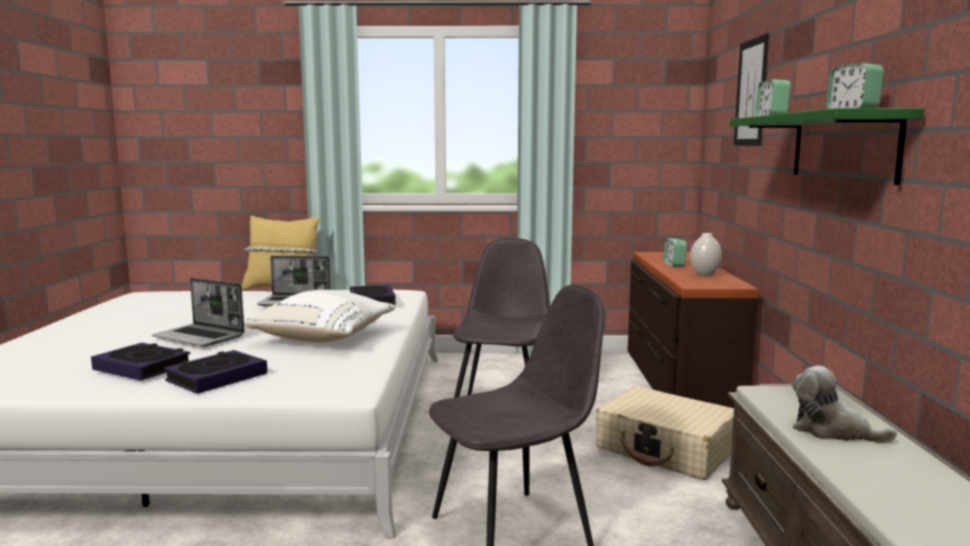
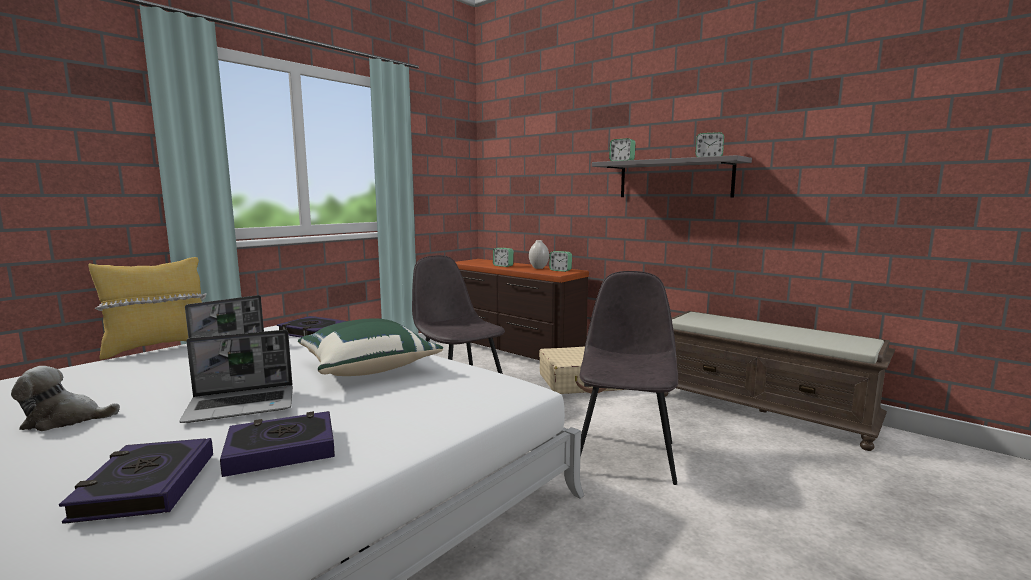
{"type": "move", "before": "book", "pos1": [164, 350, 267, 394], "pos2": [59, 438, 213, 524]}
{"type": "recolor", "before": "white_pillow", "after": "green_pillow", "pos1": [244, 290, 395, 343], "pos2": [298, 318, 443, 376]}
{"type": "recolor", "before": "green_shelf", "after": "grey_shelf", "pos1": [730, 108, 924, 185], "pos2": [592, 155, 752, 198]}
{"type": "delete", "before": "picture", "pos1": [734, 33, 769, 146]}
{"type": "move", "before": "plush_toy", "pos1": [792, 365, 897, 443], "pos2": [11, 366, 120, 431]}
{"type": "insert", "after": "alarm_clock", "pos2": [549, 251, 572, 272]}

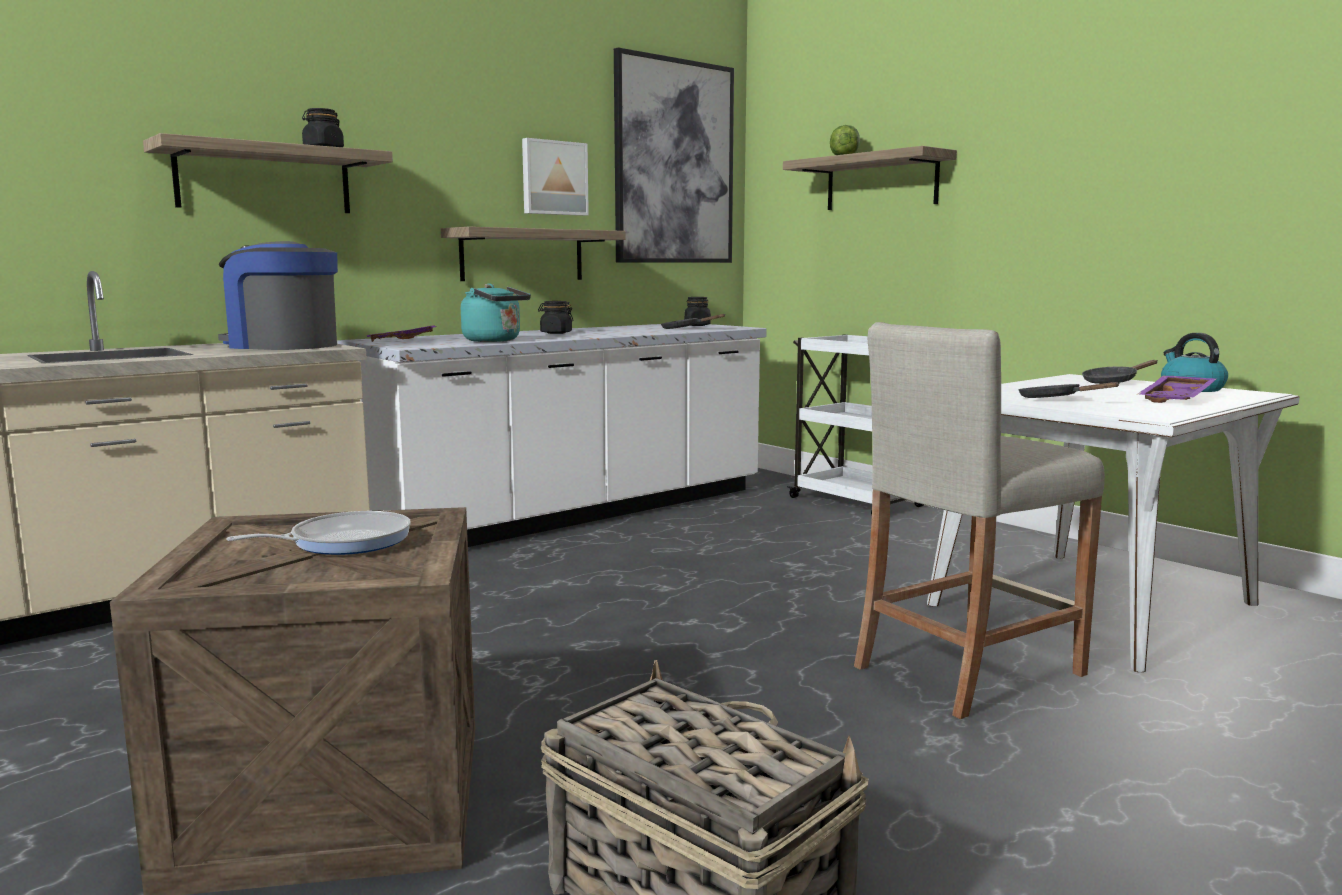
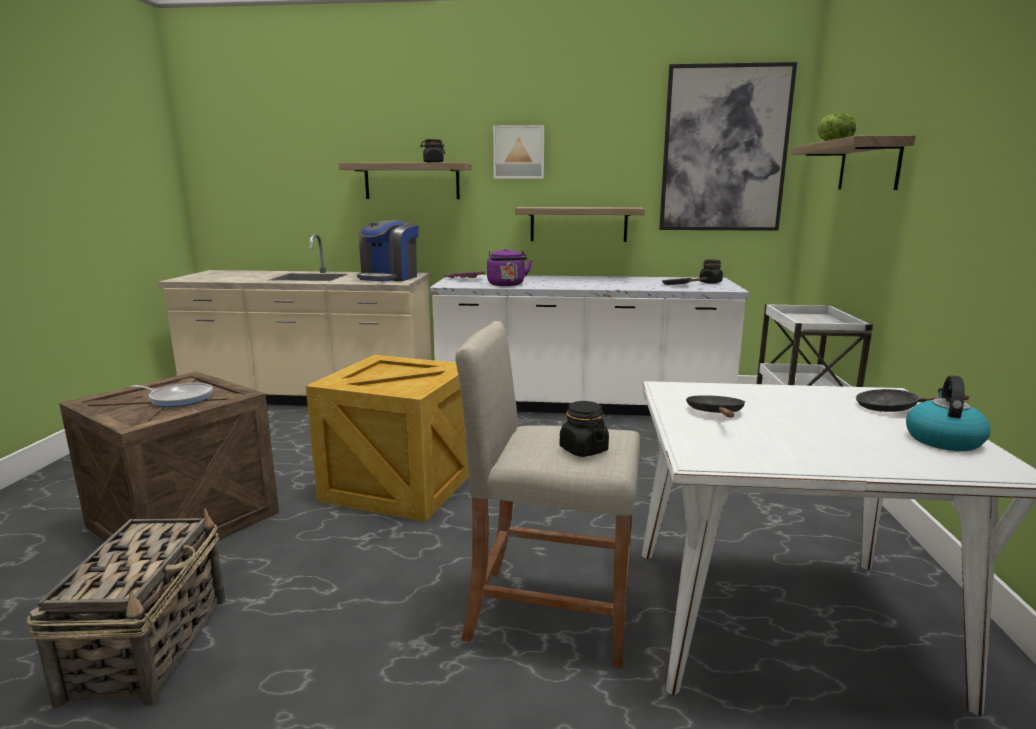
{"type": "rotate", "before": "coffee_machine", "pos1": [218, 241, 338, 350], "pos2": [357, 220, 419, 281], "turn": -135}
{"type": "recolor", "before": "turquoise_kettle", "after": "purple_kettle", "pos1": [461, 283, 531, 342], "pos2": [487, 248, 532, 286]}
{"type": "move", "before": "picture", "pos1": [522, 138, 589, 216], "pos2": [493, 125, 544, 179]}
{"type": "move", "before": "black_jar", "pos1": [538, 301, 573, 334], "pos2": [560, 401, 609, 457]}
{"type": "delete", "before": "purple_tray", "pos1": [1138, 376, 1216, 403]}
{"type": "insert", "after": "crate", "pos2": [306, 355, 469, 522]}

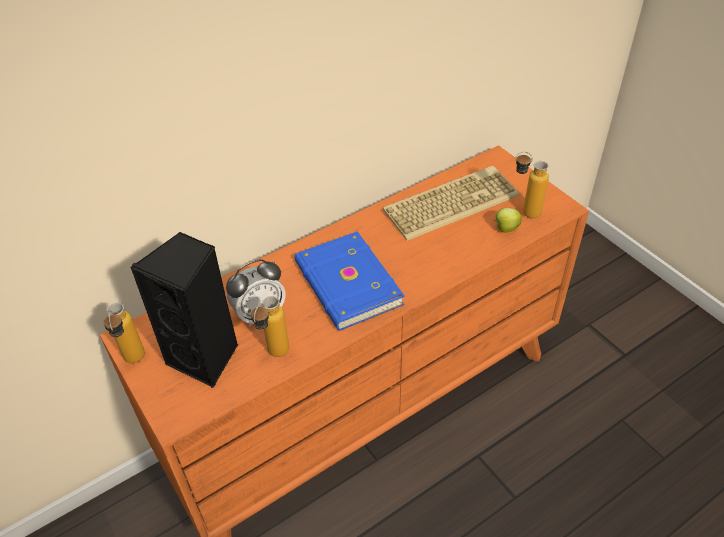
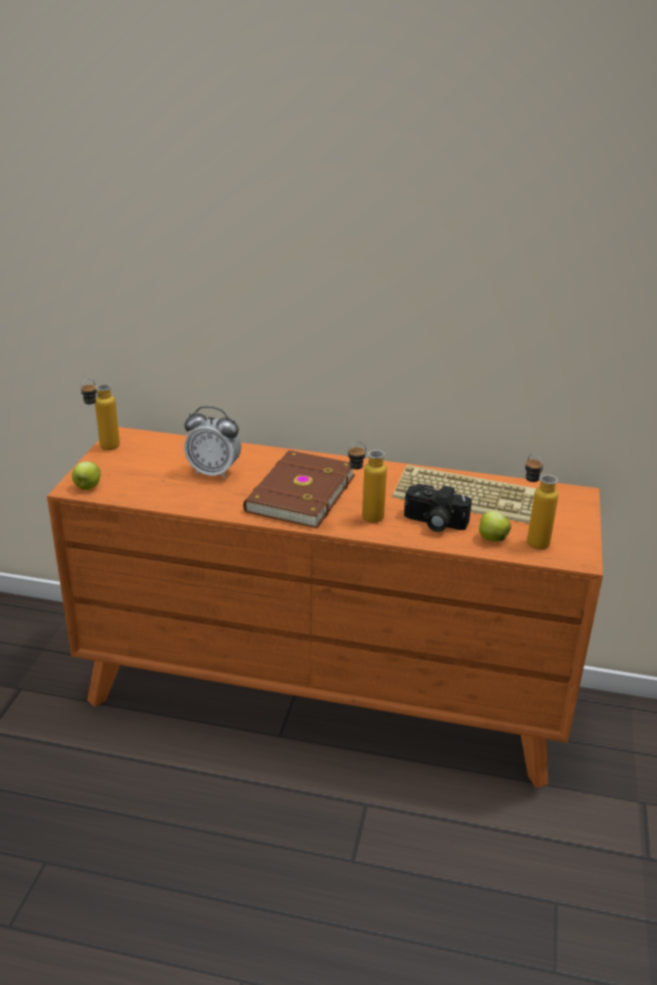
{"type": "delete", "before": "black_speaker", "pos1": [130, 232, 238, 388]}
{"type": "move", "before": "bottle", "pos1": [251, 296, 289, 357], "pos2": [347, 442, 387, 523]}
{"type": "recolor", "before": "blue_book", "after": "brown_book", "pos1": [294, 231, 404, 331], "pos2": [243, 450, 355, 528]}
{"type": "insert", "after": "apple", "pos2": [72, 462, 100, 490]}
{"type": "insert", "after": "photo_camera", "pos2": [404, 484, 472, 532]}

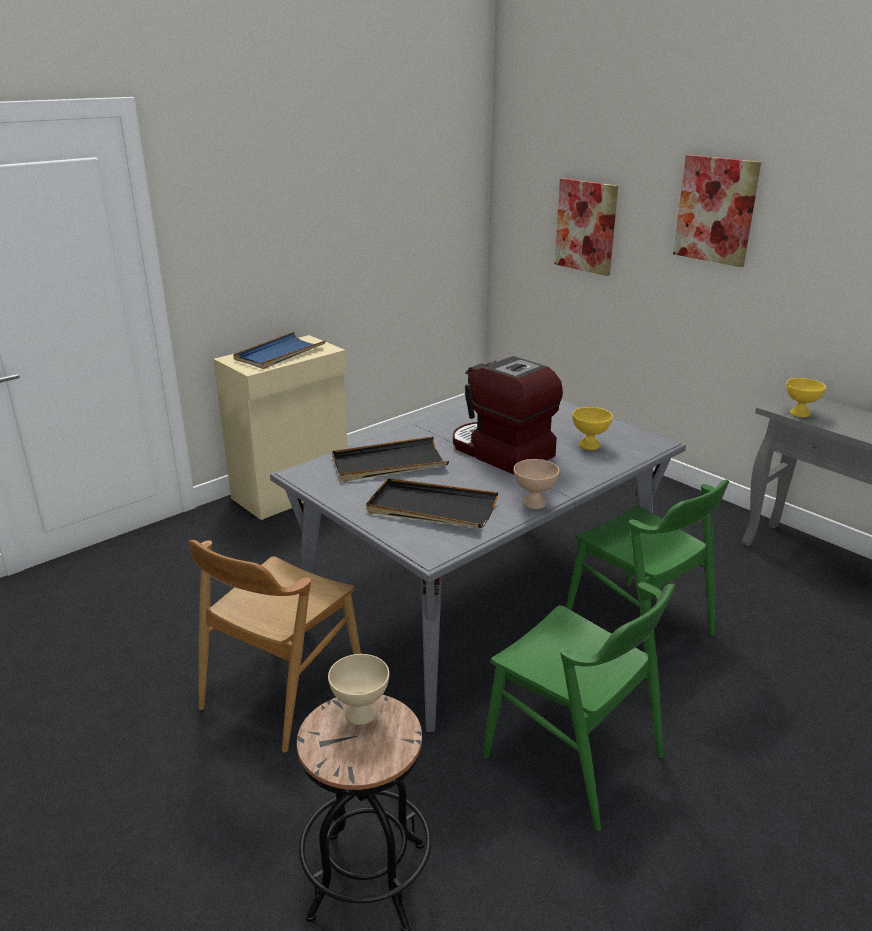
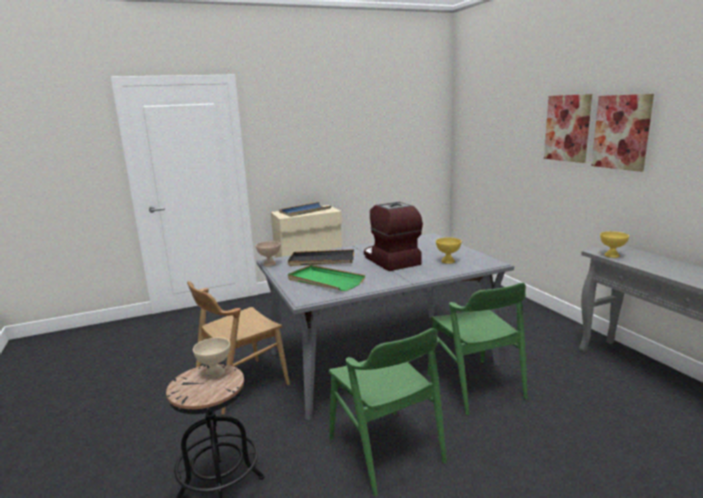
{"type": "recolor", "before": "black_tray", "after": "green_tray", "pos1": [366, 478, 498, 528], "pos2": [288, 265, 365, 291]}
{"type": "move", "before": "beige_bowl", "pos1": [514, 459, 559, 509], "pos2": [256, 241, 280, 267]}
{"type": "move", "before": "picture", "pos1": [554, 178, 618, 276], "pos2": [591, 94, 654, 172]}

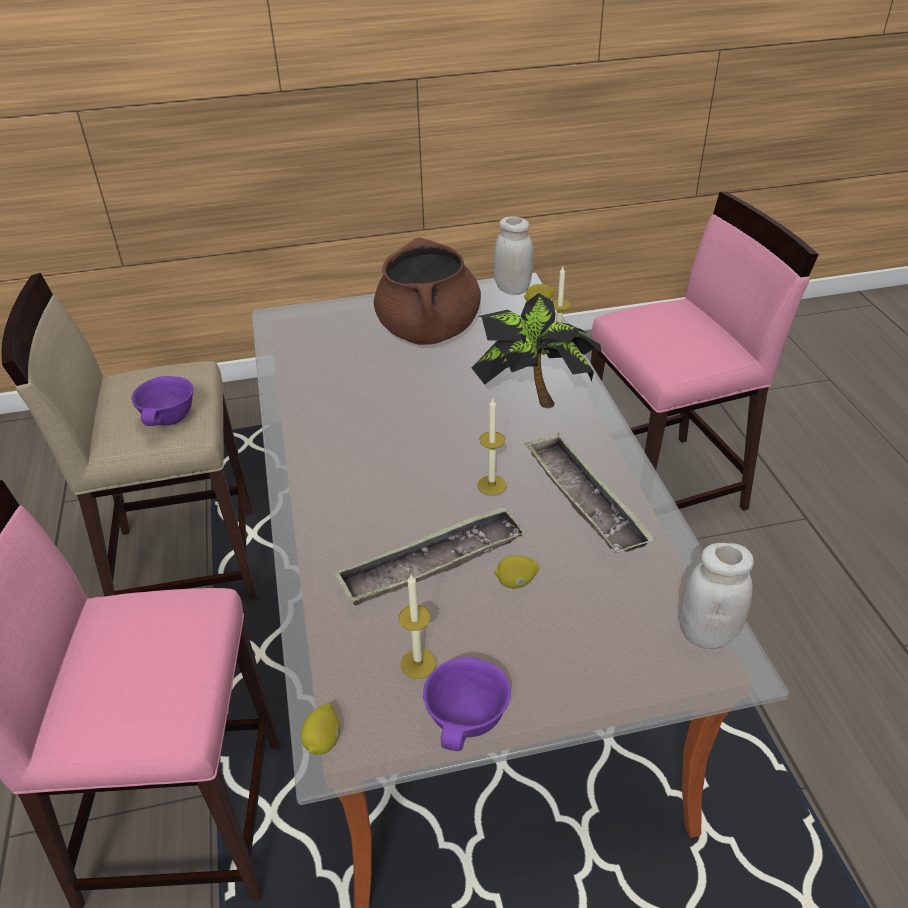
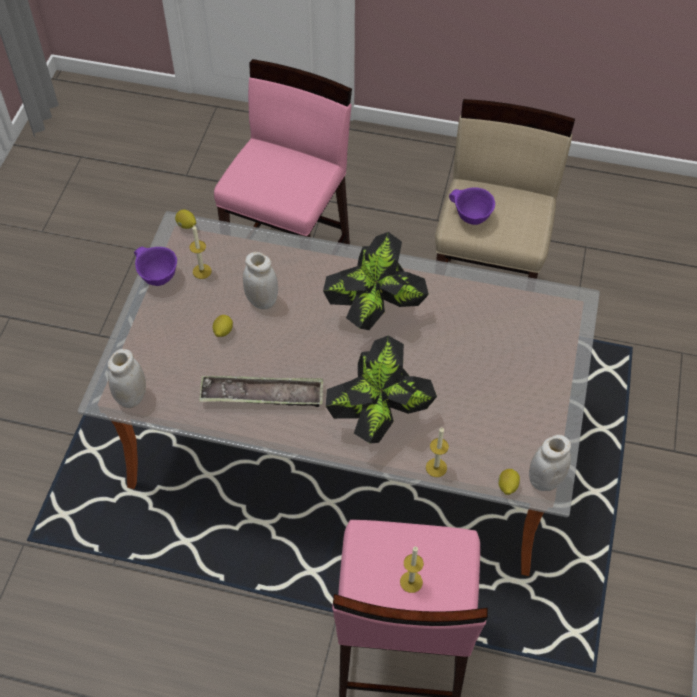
{"type": "replace", "before": "tray", "after": "white_jar", "pos1": [334, 506, 526, 606], "pos2": [243, 252, 278, 309]}
{"type": "delete", "before": "brown_cooking_pot", "pos1": [374, 237, 481, 345]}
{"type": "move", "before": "candle", "pos1": [477, 399, 507, 495], "pos2": [400, 547, 424, 593]}
{"type": "insert", "after": "potted_plant", "pos2": [323, 232, 429, 330]}

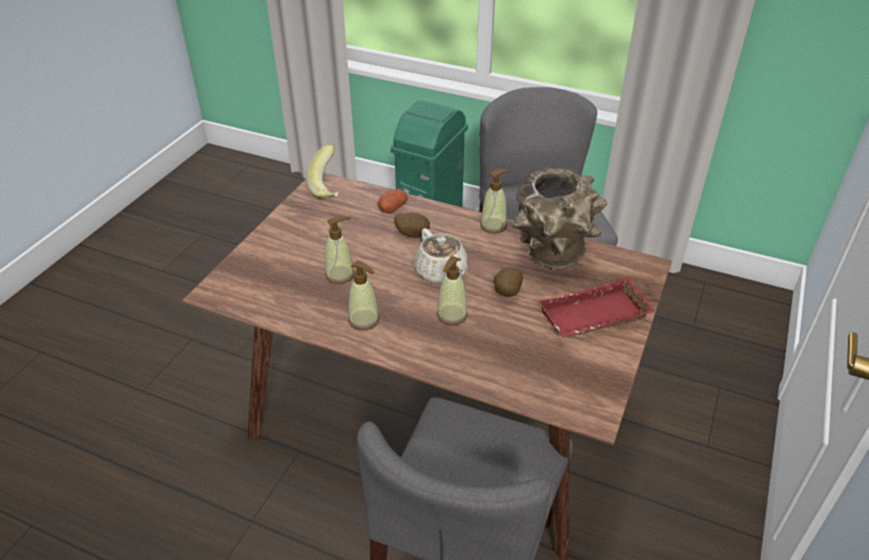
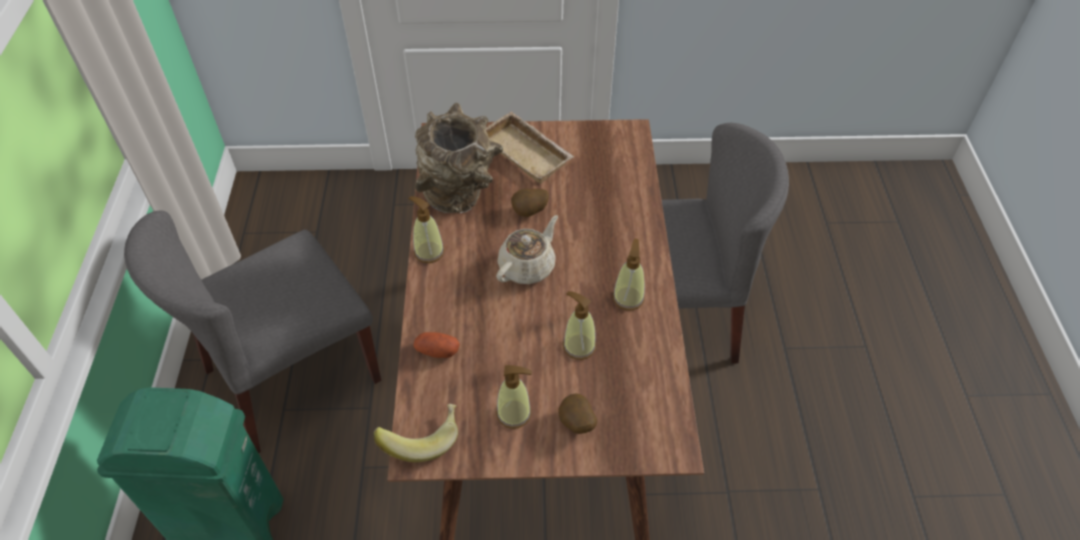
{"type": "move", "before": "potato", "pos1": [394, 212, 430, 238], "pos2": [558, 394, 597, 434]}
{"type": "move", "before": "soap_dispenser", "pos1": [437, 256, 468, 325], "pos2": [496, 365, 532, 429]}
{"type": "recolor", "before": "red_tray", "after": "beige_tray", "pos1": [539, 277, 655, 338], "pos2": [486, 111, 574, 184]}

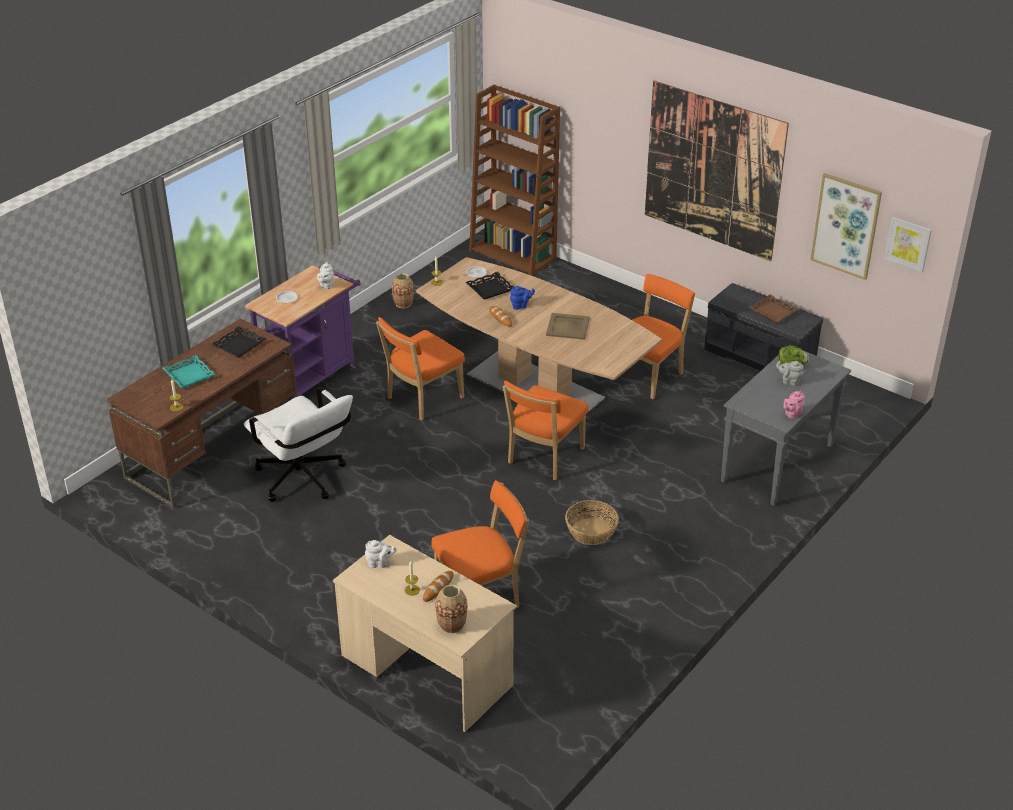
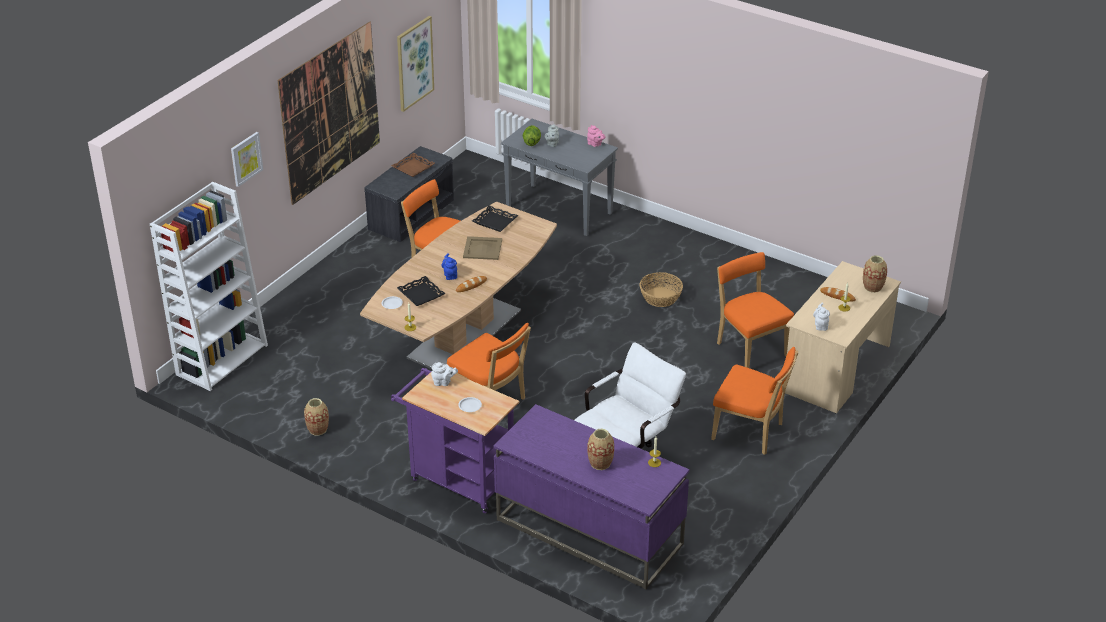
{"type": "recolor", "before": "brown_desk", "after": "purple_desk", "pos1": [107, 319, 297, 508], "pos2": [493, 404, 690, 590]}
{"type": "replace", "before": "turquoise_tray", "after": "vase", "pos1": [162, 355, 215, 388], "pos2": [587, 429, 614, 470]}
{"type": "move", "before": "black_tray", "pos1": [211, 326, 266, 358], "pos2": [472, 205, 519, 232]}
{"type": "recolor", "before": "brown_bookcase", "after": "white_bookcase", "pos1": [469, 85, 560, 276], "pos2": [150, 182, 268, 391]}
{"type": "move", "before": "orange_chair", "pos1": [503, 380, 588, 480], "pos2": [711, 347, 798, 455]}
{"type": "move", "before": "picture", "pos1": [884, 217, 932, 272], "pos2": [231, 132, 263, 187]}

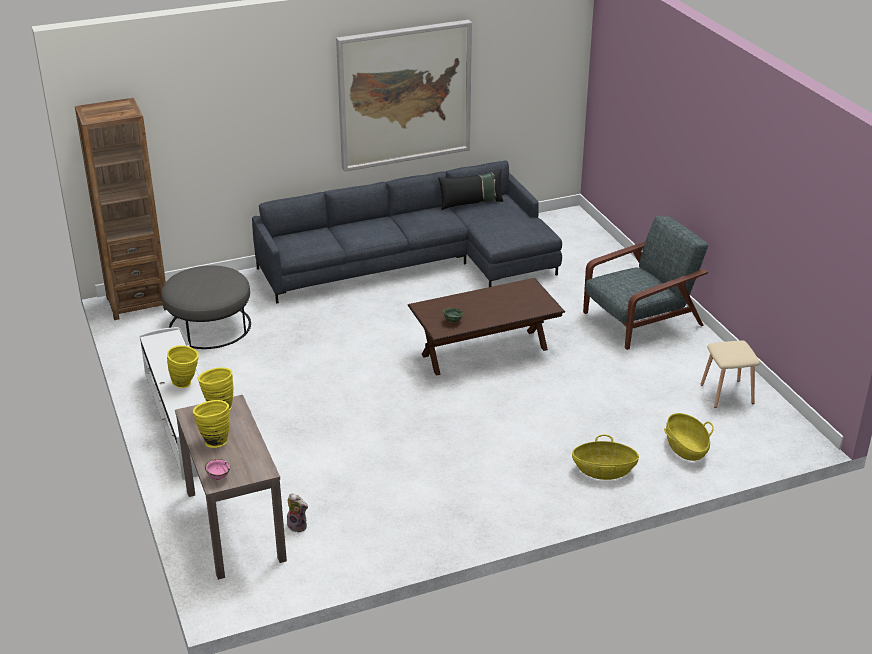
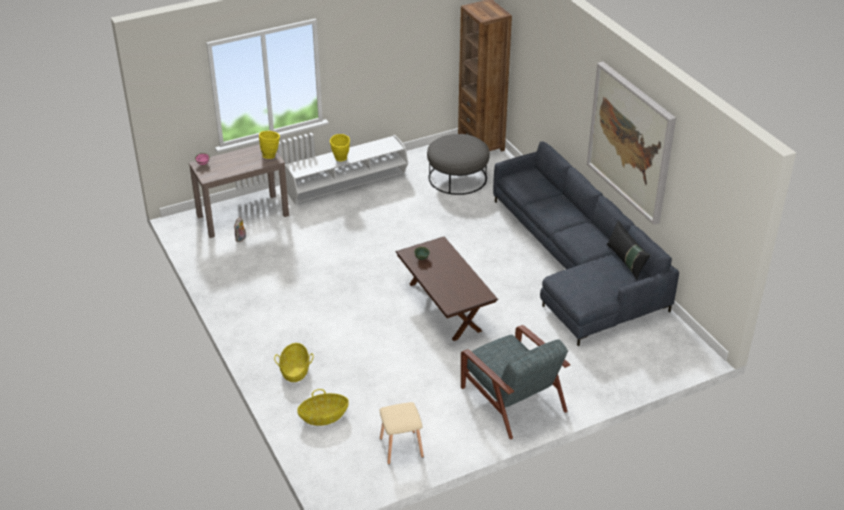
{"type": "delete", "before": "yellow_vase", "pos1": [193, 400, 229, 448]}

